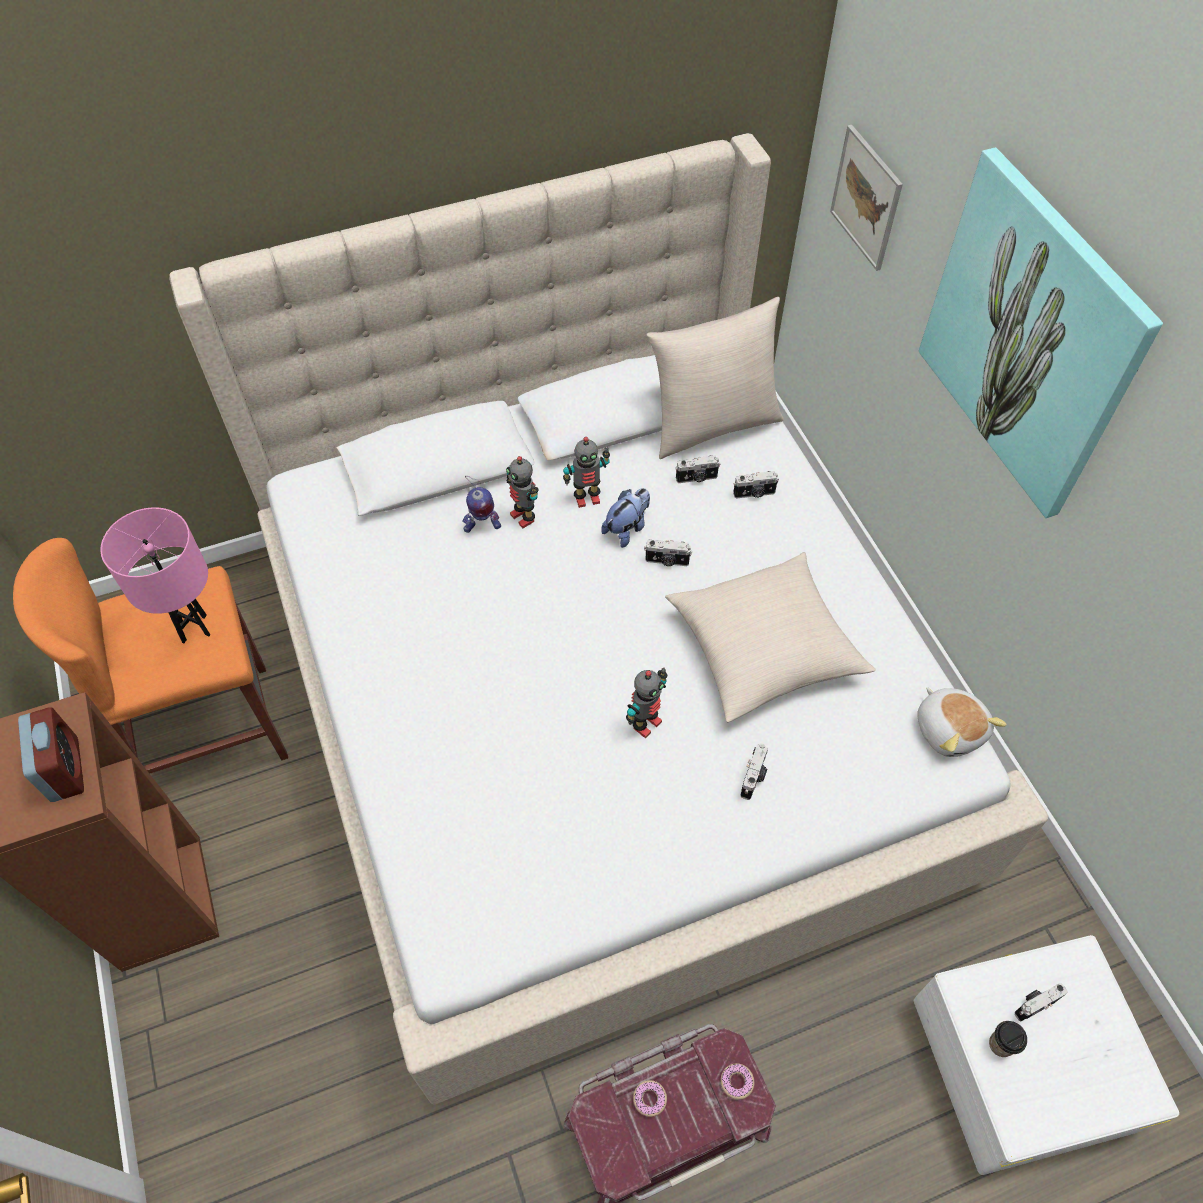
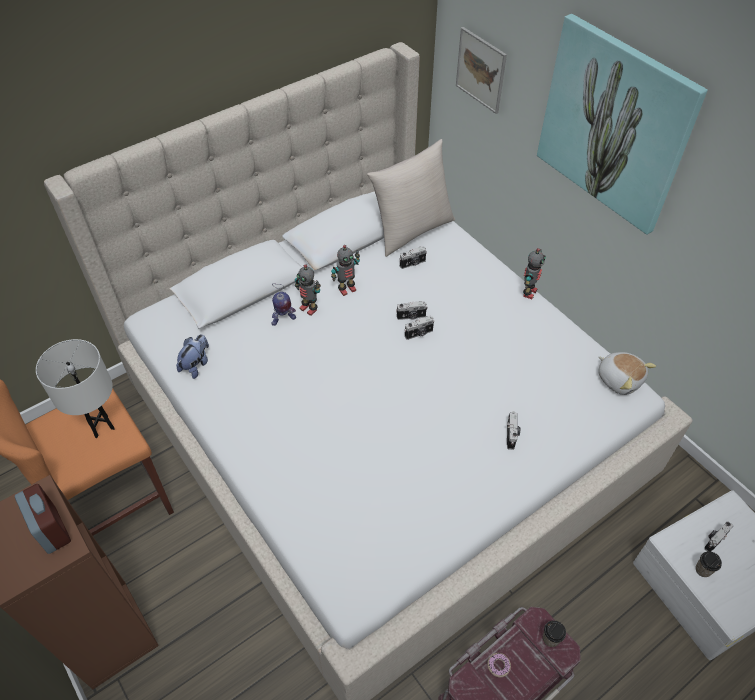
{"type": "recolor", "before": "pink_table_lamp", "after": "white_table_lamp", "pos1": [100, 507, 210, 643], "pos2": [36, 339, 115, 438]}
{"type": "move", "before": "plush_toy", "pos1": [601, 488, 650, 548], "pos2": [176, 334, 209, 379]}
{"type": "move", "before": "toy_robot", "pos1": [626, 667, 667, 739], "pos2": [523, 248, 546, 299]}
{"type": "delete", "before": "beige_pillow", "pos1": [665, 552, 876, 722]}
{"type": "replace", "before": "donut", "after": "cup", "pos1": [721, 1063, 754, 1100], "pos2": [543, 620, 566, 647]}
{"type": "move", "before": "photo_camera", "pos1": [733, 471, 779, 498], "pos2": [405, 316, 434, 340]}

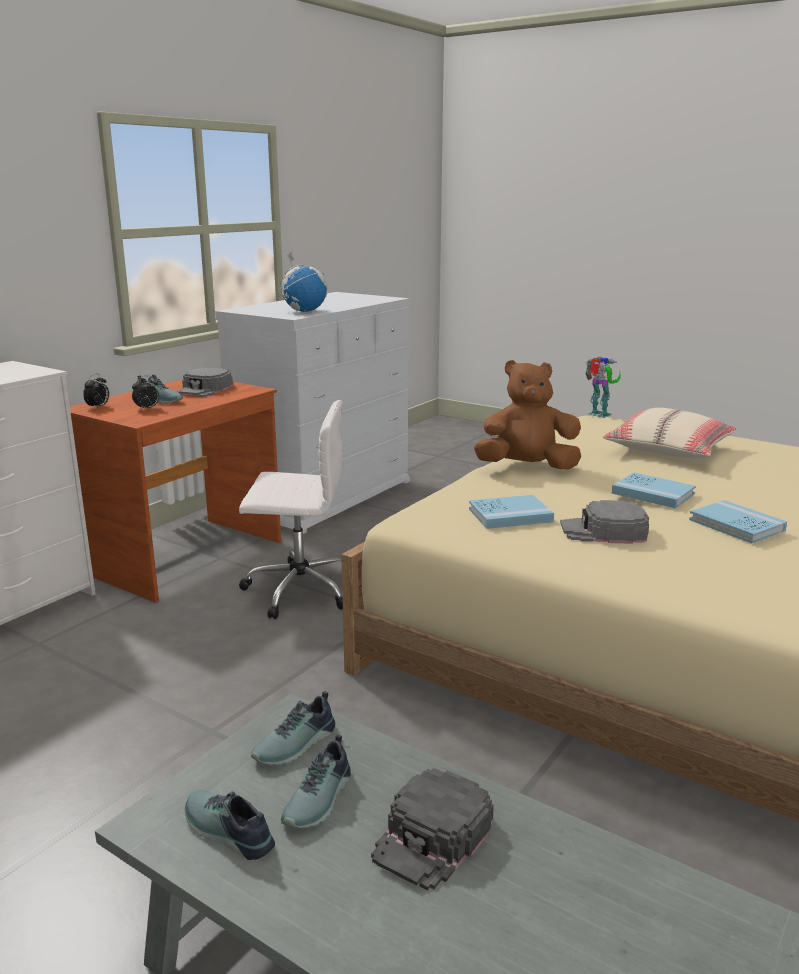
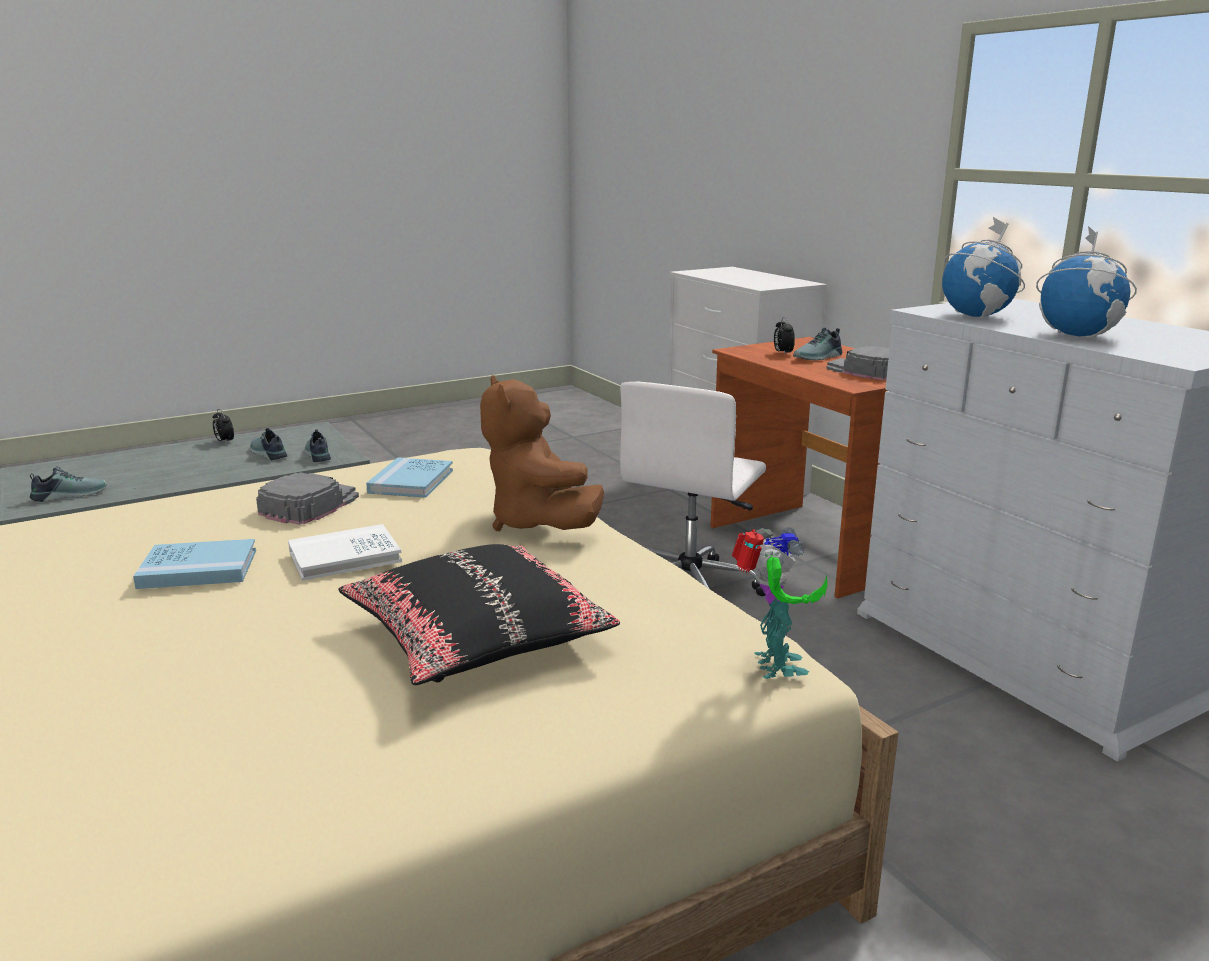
{"type": "move", "before": "alarm_clock", "pos1": [83, 374, 109, 409], "pos2": [213, 409, 234, 443]}
{"type": "move", "before": "shoe", "pos1": [185, 790, 275, 860], "pos2": [30, 466, 107, 502]}
{"type": "delete", "before": "black_cap", "pos1": [371, 768, 494, 891]}
{"type": "rotate", "before": "brown_plush_toy", "pos1": [474, 360, 581, 470], "pos2": [480, 375, 604, 531], "turn": 135}
{"type": "rotate", "before": "toy_robot", "pos1": [585, 357, 621, 418], "pos2": [732, 527, 828, 679], "turn": -75}
{"type": "recolor", "before": "beige_pillow", "after": "black_pillow", "pos1": [603, 408, 737, 459], "pos2": [338, 544, 620, 685]}
{"type": "recolor", "before": "blue_book", "after": "white_book", "pos1": [612, 472, 696, 508], "pos2": [288, 524, 402, 581]}
{"type": "insert", "after": "globe", "pos2": [1036, 226, 1137, 338]}

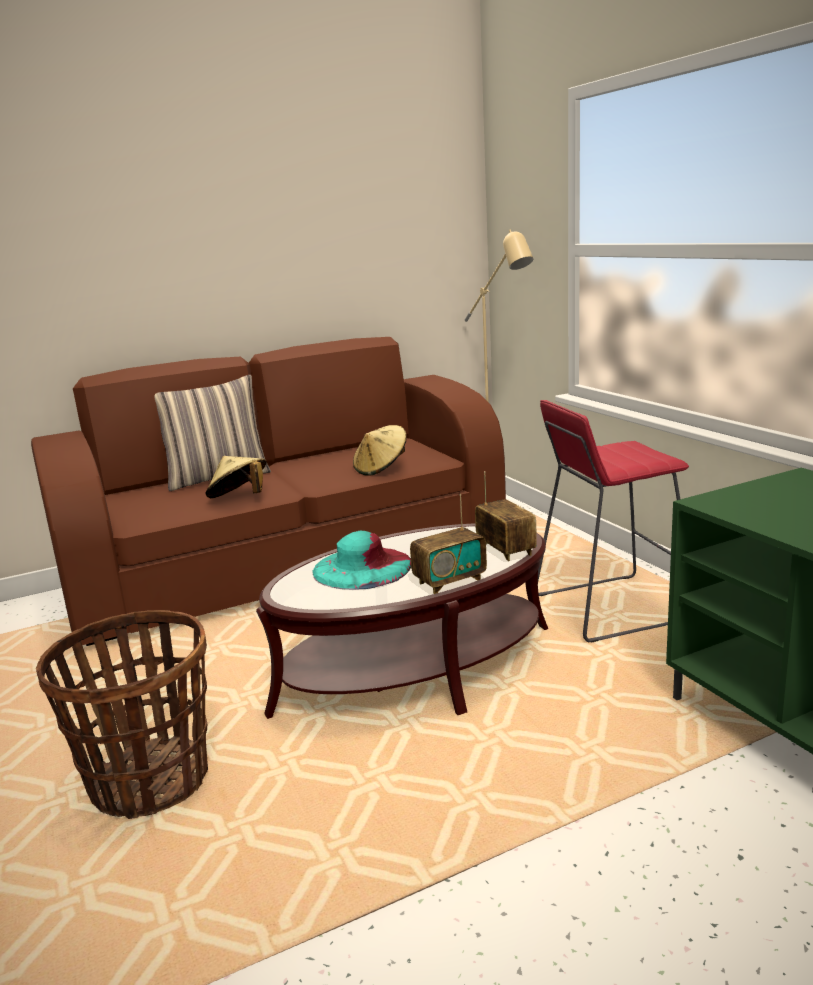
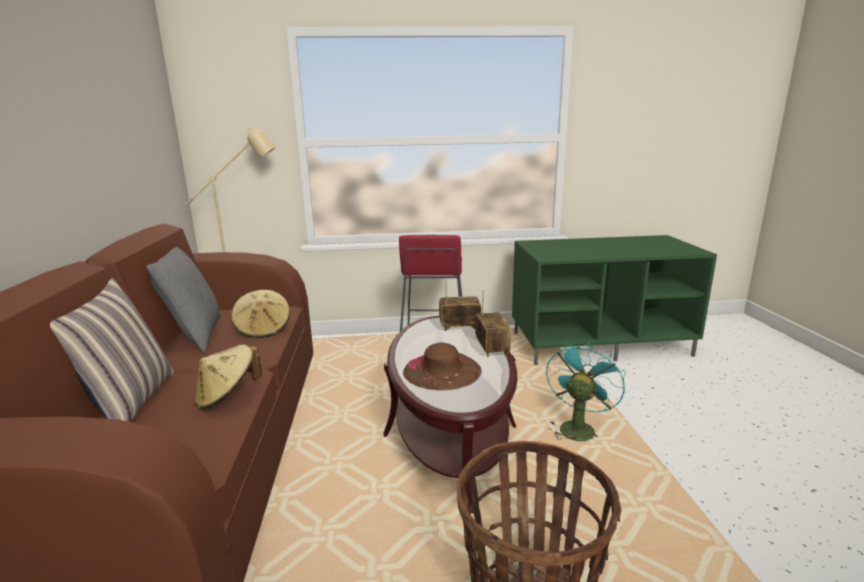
{"type": "recolor", "before": "turquoise_hat", "after": "brown_hat", "pos1": [312, 531, 411, 590], "pos2": [403, 342, 482, 391]}
{"type": "insert", "after": "grey_pillow", "pos2": [146, 247, 221, 352]}
{"type": "insert", "after": "turquoise_fan", "pos2": [546, 342, 626, 441]}

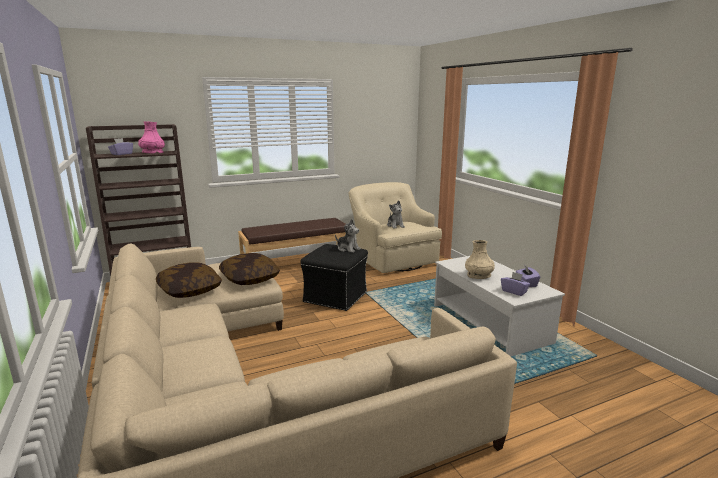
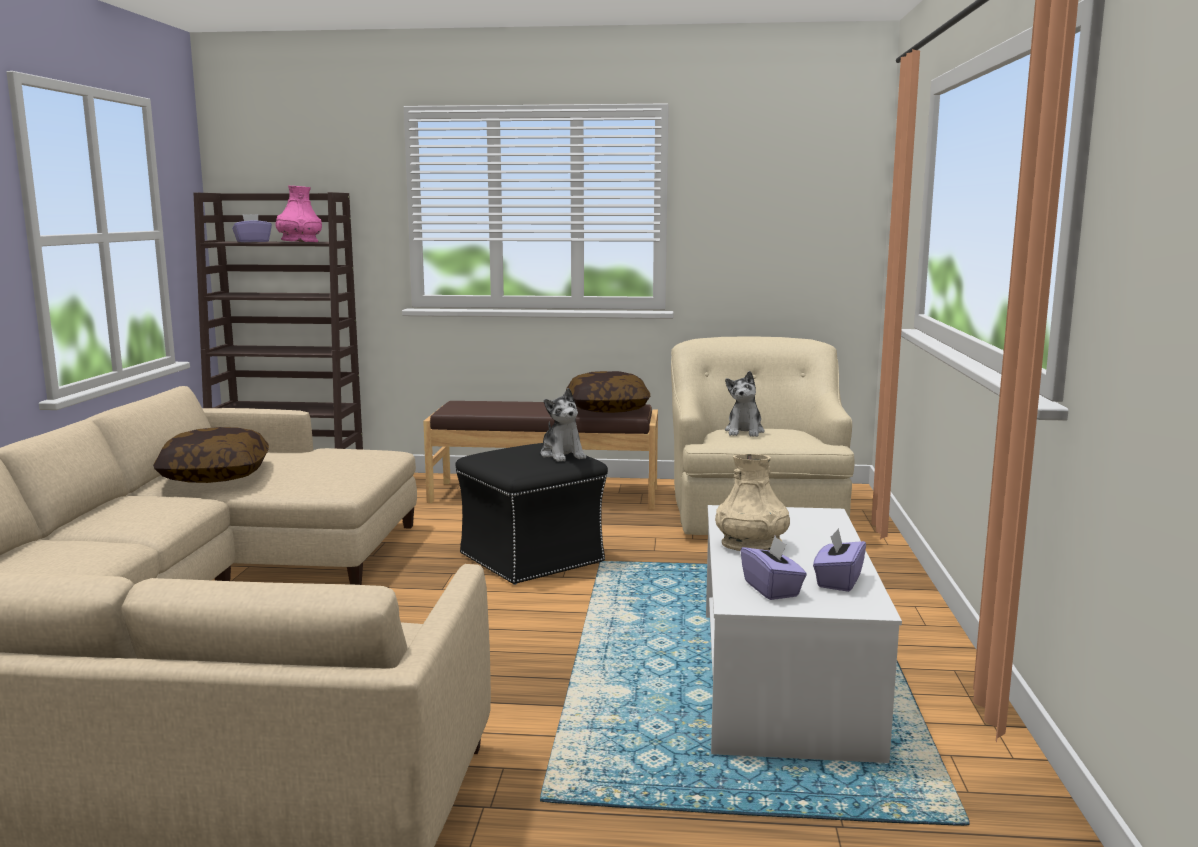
{"type": "move", "before": "pillow", "pos1": [219, 253, 280, 285], "pos2": [566, 371, 650, 413]}

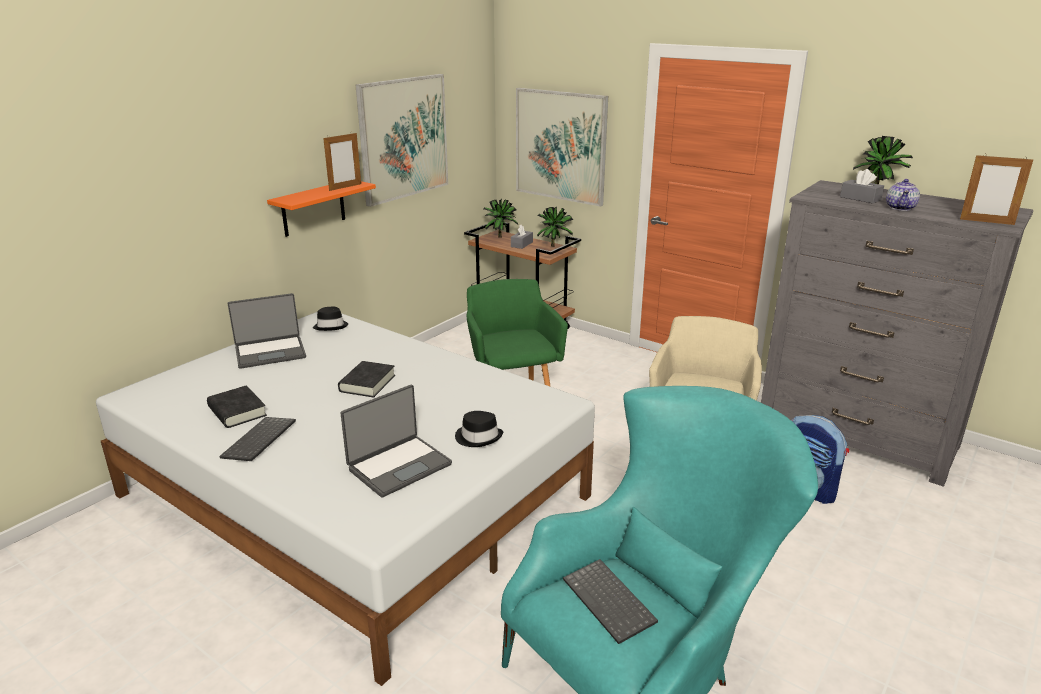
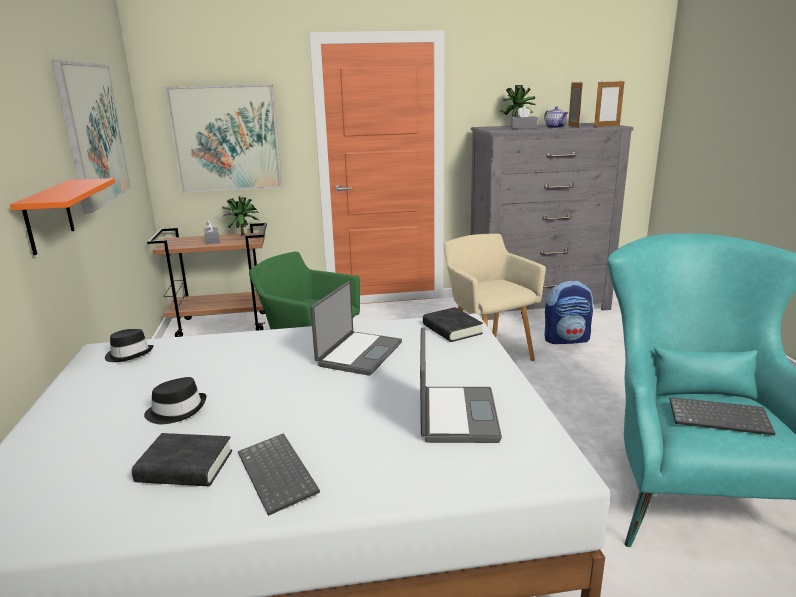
{"type": "move", "before": "laptop", "pos1": [227, 293, 306, 369], "pos2": [311, 281, 402, 376]}
{"type": "move", "before": "picture_frame", "pos1": [323, 133, 361, 191], "pos2": [568, 83, 583, 128]}
{"type": "move", "before": "black_book", "pos1": [338, 361, 395, 398], "pos2": [423, 307, 483, 342]}
{"type": "move", "before": "black_hat", "pos1": [455, 411, 503, 447], "pos2": [144, 377, 206, 424]}
{"type": "delete", "before": "potted_plant", "pos1": [483, 199, 518, 238]}

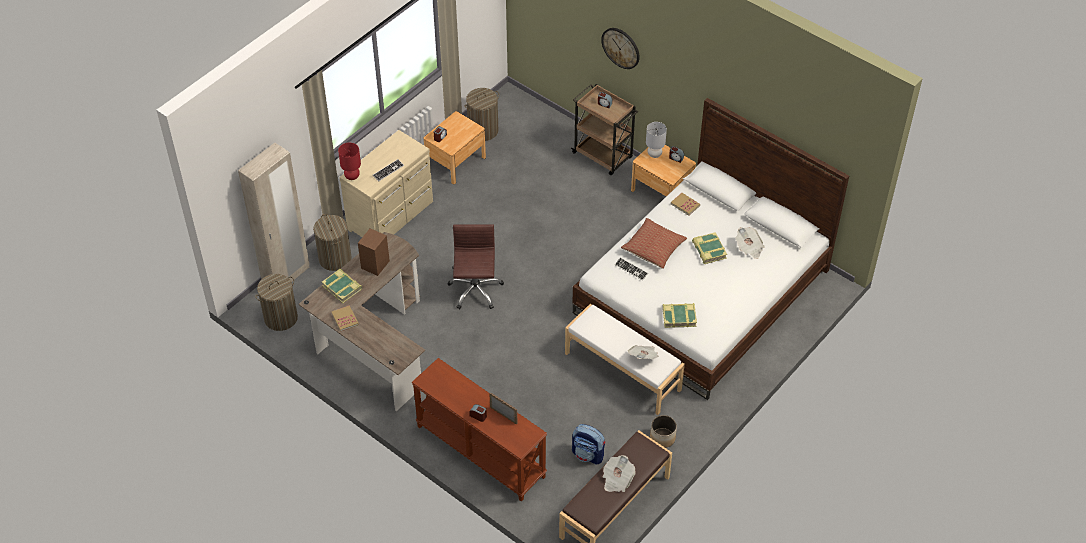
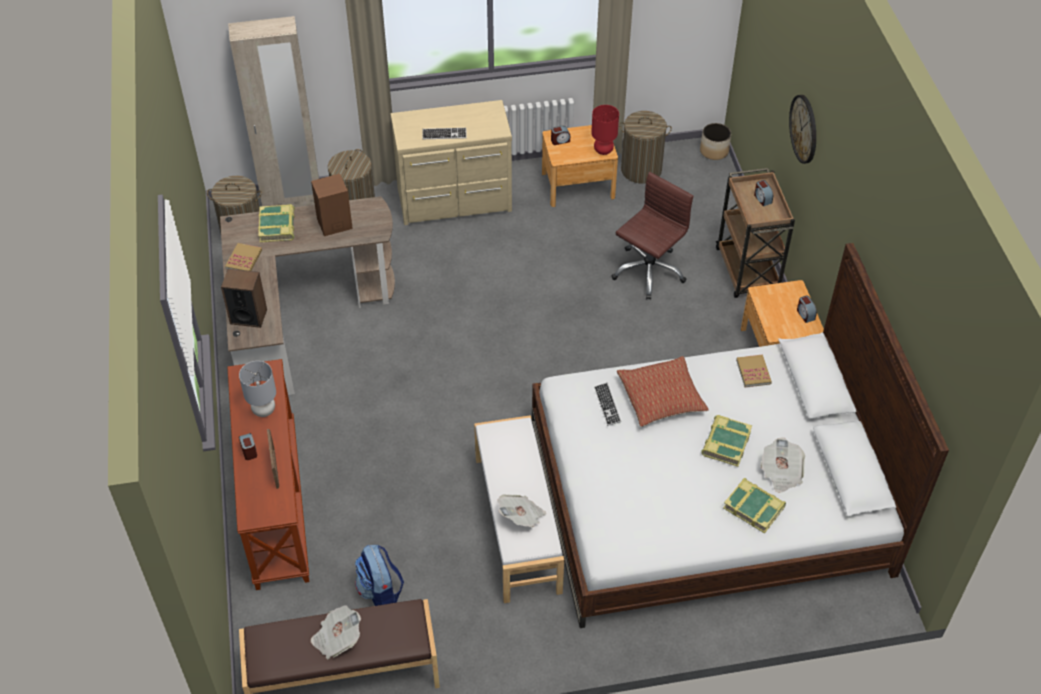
{"type": "move", "before": "red_table_lamp", "pos1": [338, 143, 361, 180], "pos2": [591, 105, 619, 155]}
{"type": "move", "before": "brown_office_chair", "pos1": [447, 224, 504, 309], "pos2": [611, 172, 693, 300]}
{"type": "move", "before": "grey_table_lamp", "pos1": [646, 122, 667, 158], "pos2": [239, 361, 276, 417]}
{"type": "move", "before": "planter", "pos1": [650, 415, 677, 448], "pos2": [700, 123, 731, 160]}
{"type": "move", "before": "book", "pos1": [663, 303, 697, 328], "pos2": [723, 478, 786, 533]}
{"type": "insert", "after": "speaker", "pos2": [221, 269, 267, 328]}

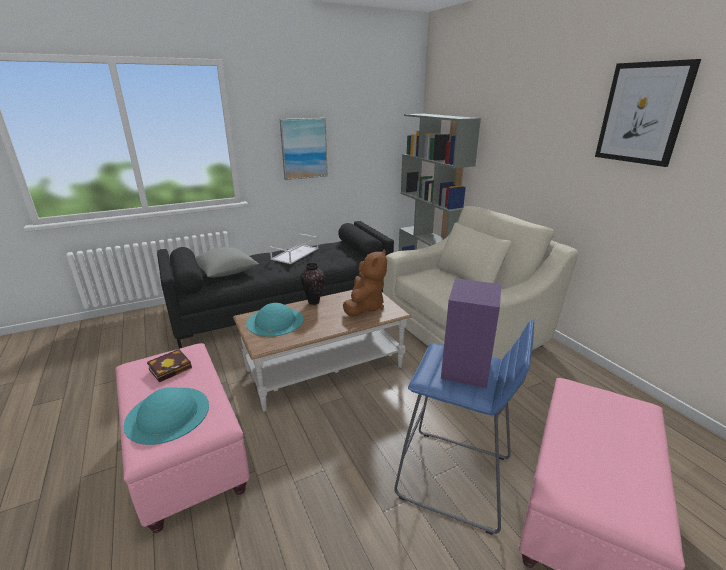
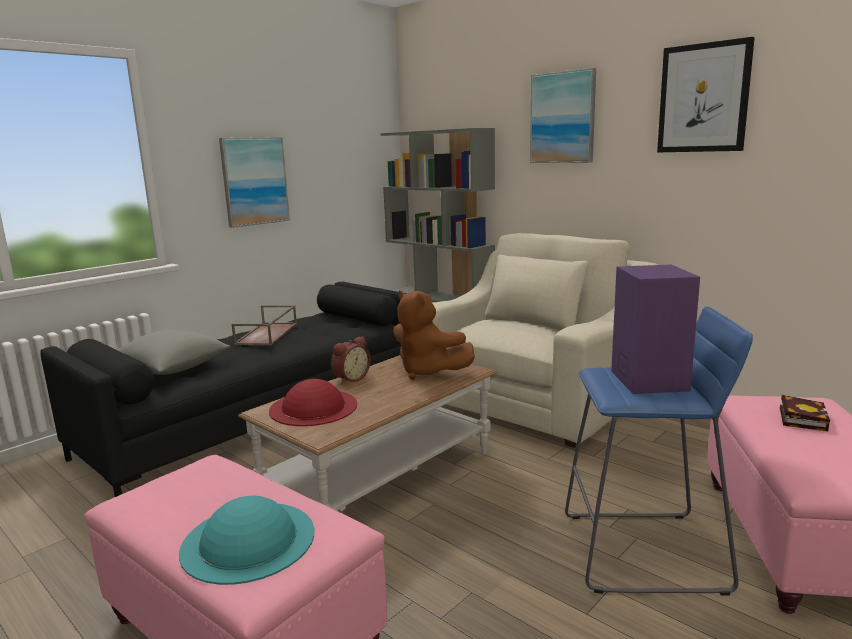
{"type": "move", "before": "book", "pos1": [147, 349, 192, 382], "pos2": [780, 395, 830, 431]}
{"type": "recolor", "before": "turquoise_hat", "after": "red_hat", "pos1": [246, 303, 304, 337], "pos2": [269, 379, 357, 426]}
{"type": "recolor", "before": "white_tray", "after": "brown_tray", "pos1": [270, 233, 319, 264], "pos2": [232, 305, 297, 346]}
{"type": "replace", "before": "vase", "after": "alarm_clock", "pos1": [300, 263, 324, 305], "pos2": [331, 336, 371, 384]}
{"type": "rotate", "before": "brown_plush_toy", "pos1": [343, 249, 387, 317], "pos2": [393, 291, 475, 380], "turn": 135}
{"type": "insert", "after": "picture", "pos2": [530, 68, 596, 163]}

